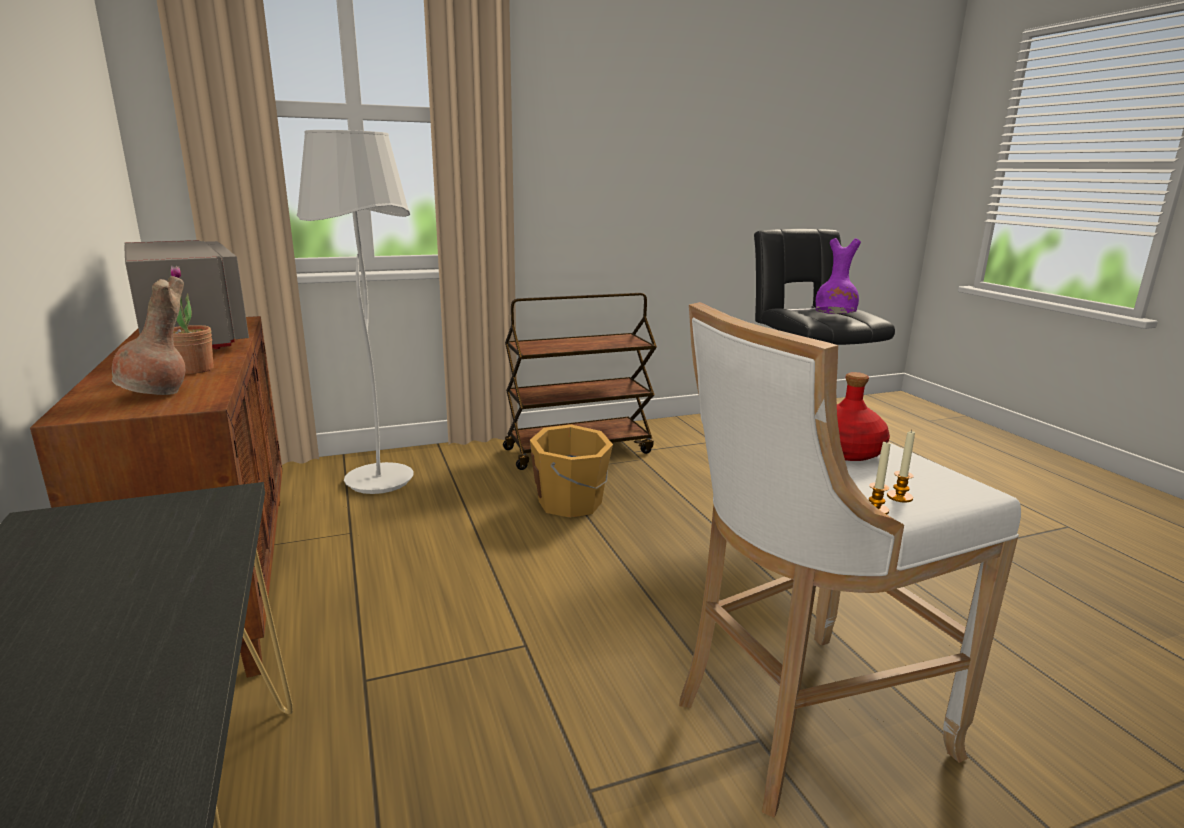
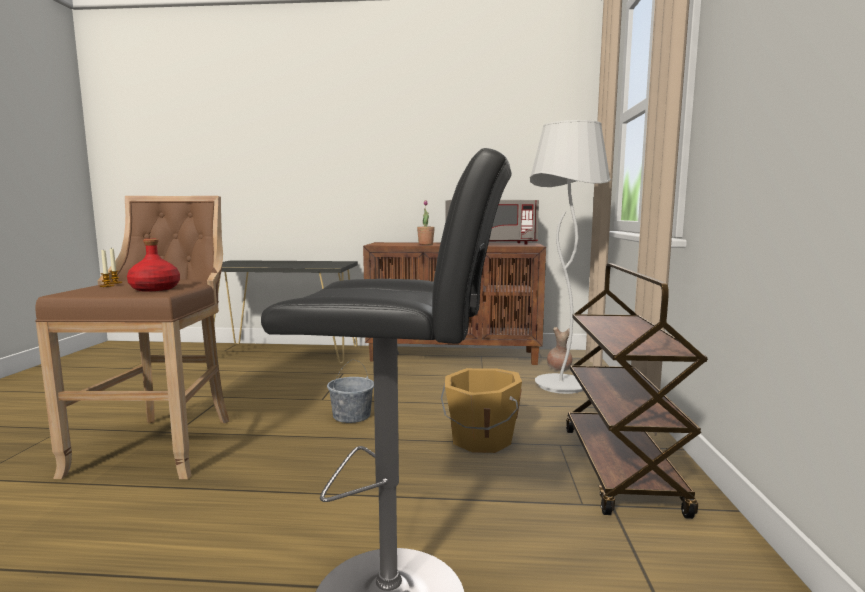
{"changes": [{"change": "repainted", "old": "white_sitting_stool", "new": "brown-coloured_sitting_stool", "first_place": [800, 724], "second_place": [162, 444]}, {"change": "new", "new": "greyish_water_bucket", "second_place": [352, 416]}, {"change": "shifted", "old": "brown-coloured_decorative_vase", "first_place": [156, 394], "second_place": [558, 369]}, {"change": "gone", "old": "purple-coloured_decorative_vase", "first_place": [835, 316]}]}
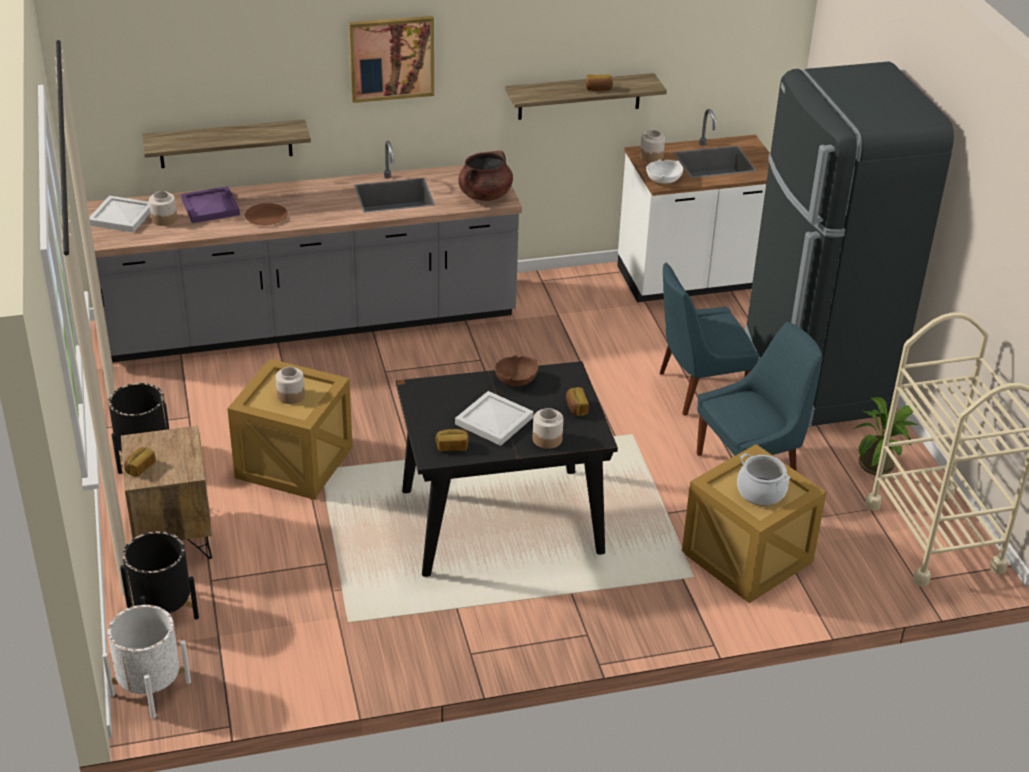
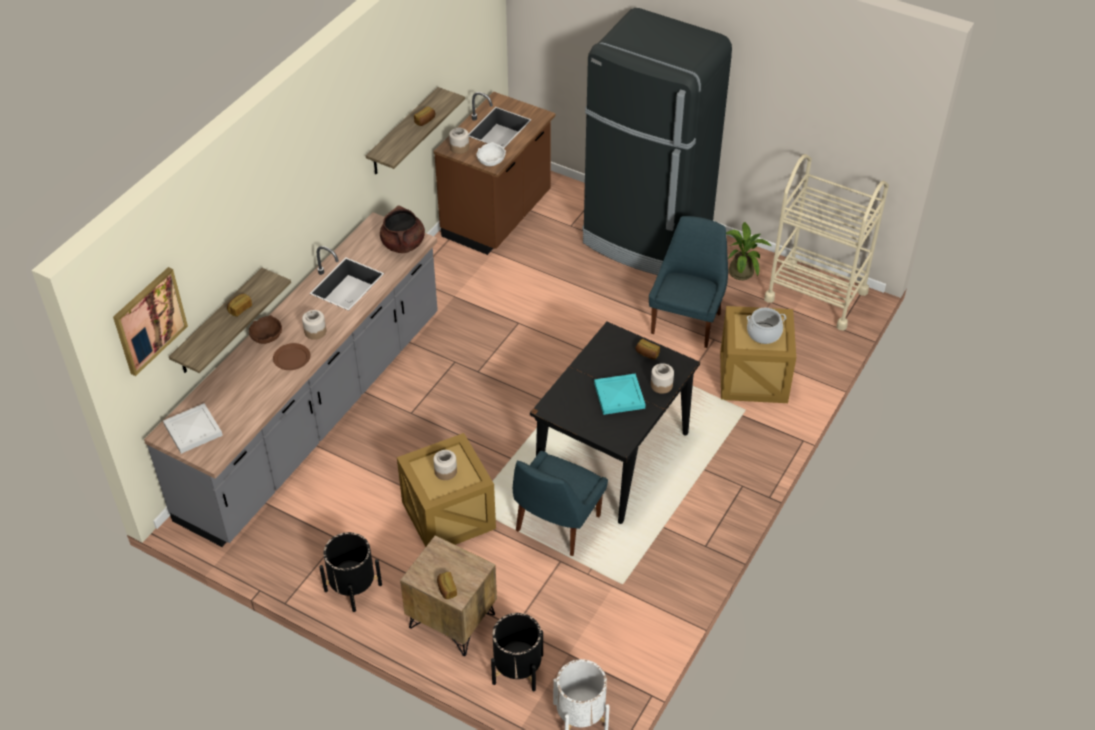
{"changes": [{"change": "shifted", "old": "wall_art", "first_place": [391, 58], "second_place": [149, 320]}, {"change": "shifted", "old": "bakery_bread", "first_place": [452, 446], "second_place": [240, 309]}, {"change": "shifted", "old": "brown-coloured_deep_dish", "first_place": [515, 380], "second_place": [266, 337]}, {"change": "shifted", "old": "jar", "first_place": [164, 219], "second_place": [315, 331]}, {"change": "repainted", "old": "white_kitchen_base_unit", "new": "brown-coloured_kitchen_base_unit", "first_place": [692, 281], "second_place": [498, 217]}, {"change": "shifted", "old": "blue-coloured_chair", "first_place": [698, 390], "second_place": [556, 525]}, {"change": "repainted", "old": "white_serving_tray", "new": "blue-green_serving_tray", "first_place": [495, 420], "second_place": [619, 395]}, {"change": "gone", "old": "purple-coloured_serving_tray", "first_place": [209, 207]}]}
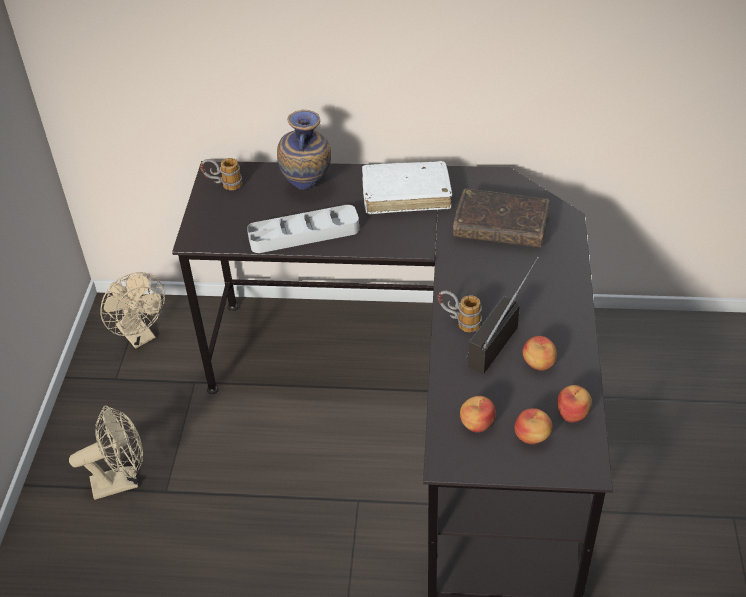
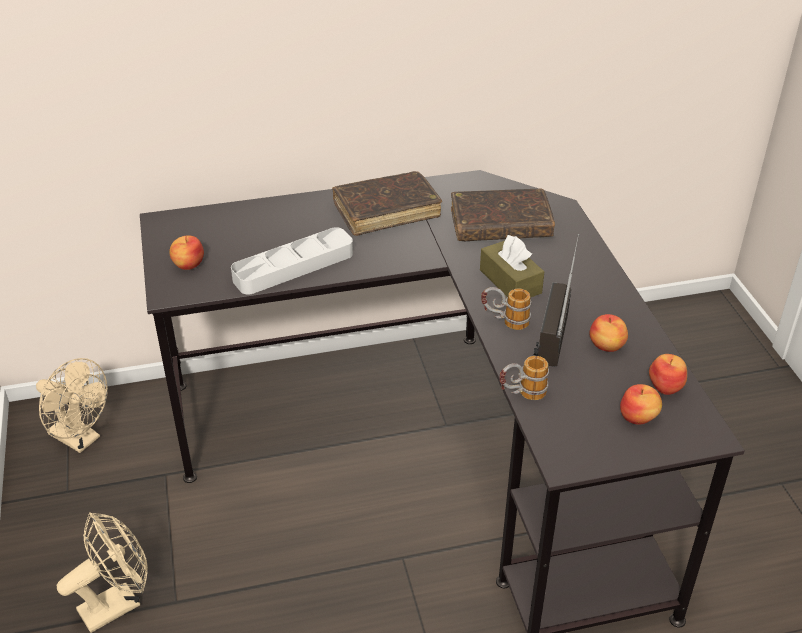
{"changes": [{"change": "shifted", "old": "apple", "first_place": [477, 423], "second_place": [188, 264]}, {"change": "repainted", "old": "white_bound_book", "new": "brown-coloured_bound_book", "first_place": [406, 195], "second_place": [386, 211]}, {"change": "new", "new": "brown-coloured_box_of_tissues", "second_place": [510, 281]}, {"change": "shifted", "old": "mug", "first_place": [223, 185], "second_place": [521, 395]}, {"change": "gone", "old": "decorative_vase", "first_place": [308, 188]}]}
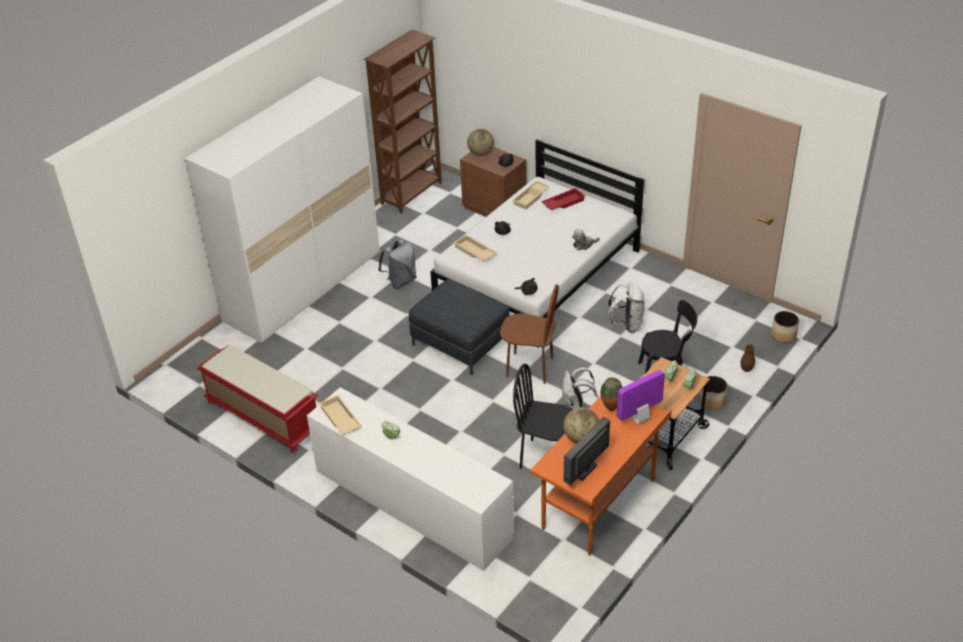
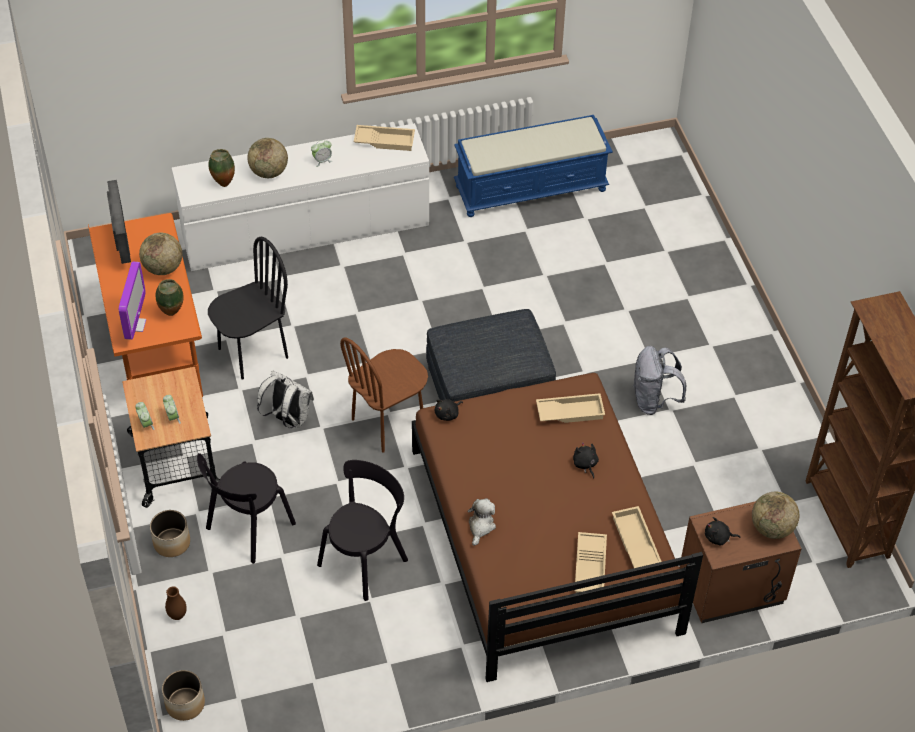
{"changes": [{"change": "new", "new": "decorative_vase", "second_place": [223, 184]}, {"change": "new", "new": "desk_globe", "second_place": [269, 172]}, {"change": "swapped", "old": "white_backpack", "new": "black-coloured_chair", "first_place": [626, 324], "second_place": [365, 559]}, {"change": "repainted", "old": "white_bed", "new": "brown-coloured_bed", "first_place": [538, 274], "second_place": [543, 539]}, {"change": "repainted", "old": "red-coloured_long_seat", "new": "blue-coloured_long_seat", "first_place": [262, 415], "second_place": [531, 187]}, {"change": "repainted", "old": "red-coloured_serving_tray", "new": "beige-coloured_serving_tray", "first_place": [563, 202], "second_place": [591, 568]}, {"change": "gone", "old": "white_wardrobe", "first_place": [303, 286]}]}
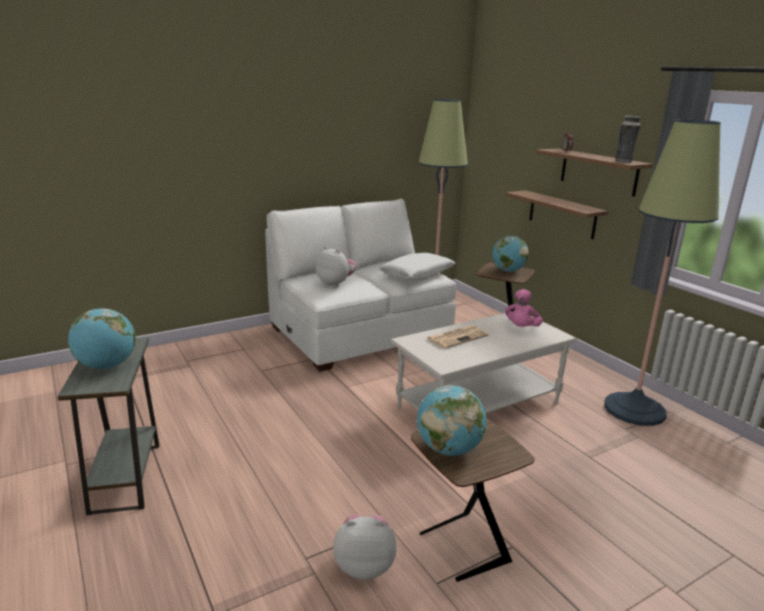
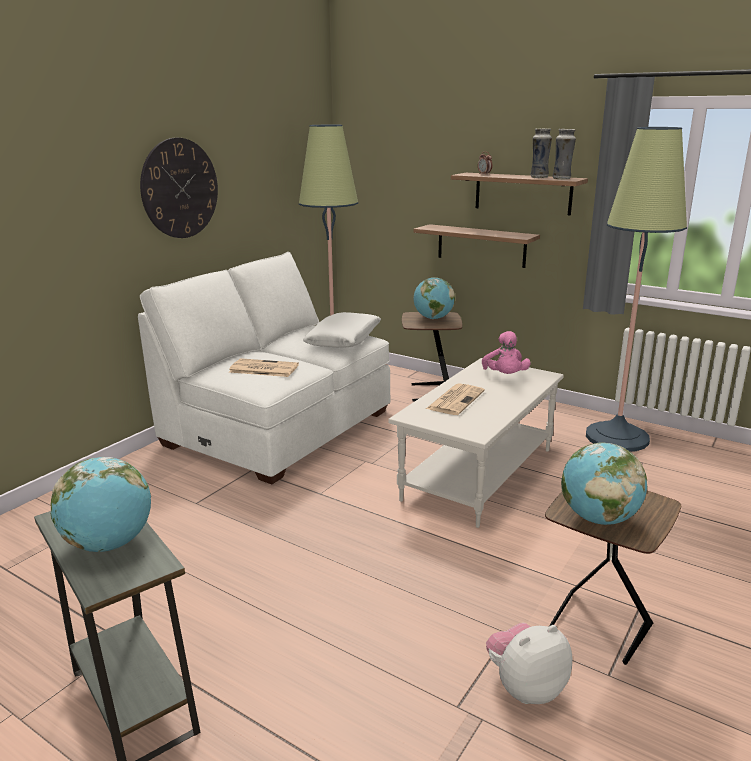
{"changes": [{"change": "new", "new": "hanging_clock", "second_place": [180, 188]}, {"change": "swapped", "old": "soft_toy", "new": "daily_paper", "first_place": [335, 284], "second_place": [262, 369]}, {"change": "new", "new": "decorative_vase", "second_place": [539, 177]}]}
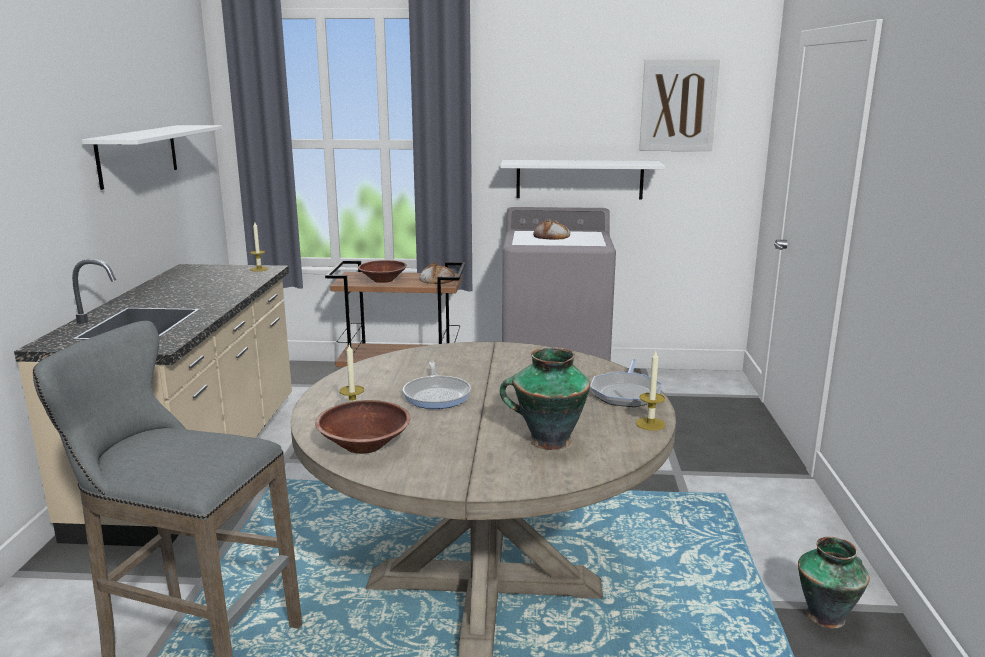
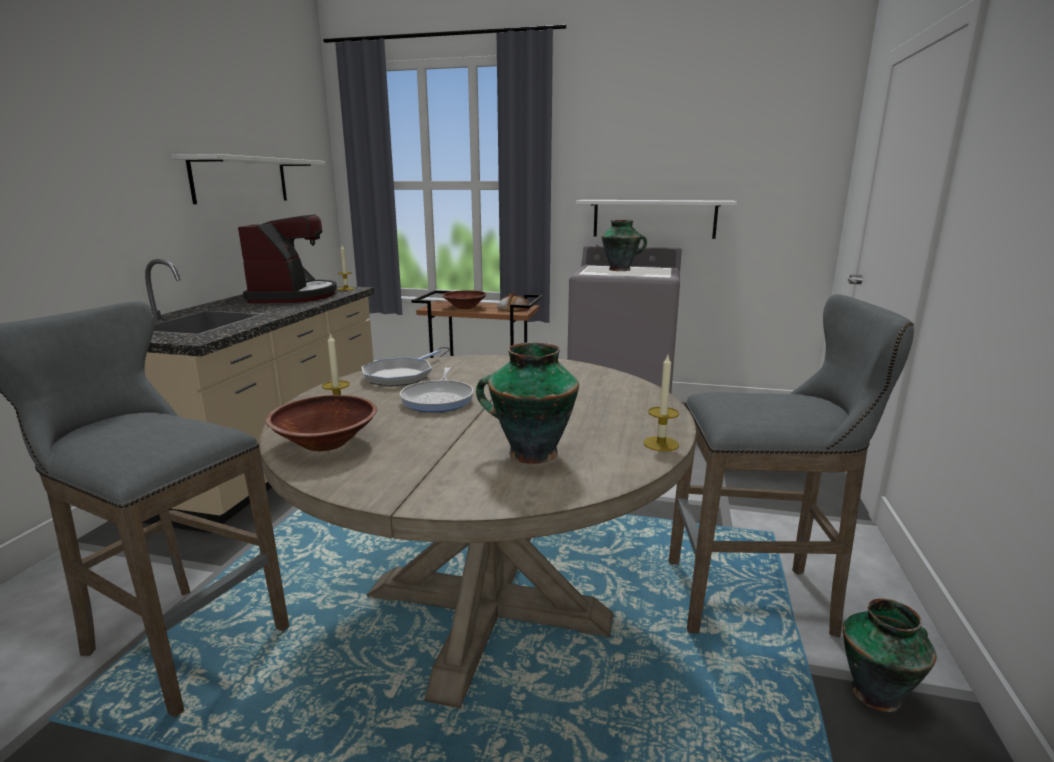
{"changes": [{"change": "new", "new": "coffee_machine", "second_place": [293, 296]}, {"change": "shifted", "old": "frying_pan", "first_place": [626, 393], "second_place": [400, 376]}, {"change": "swapped", "old": "bakery_bread", "new": "decorative_vase", "first_place": [552, 236], "second_place": [621, 270]}, {"change": "new", "new": "greyish_sitting_stool", "second_place": [757, 598]}, {"change": "gone", "old": "wall_art", "first_place": [678, 106]}]}
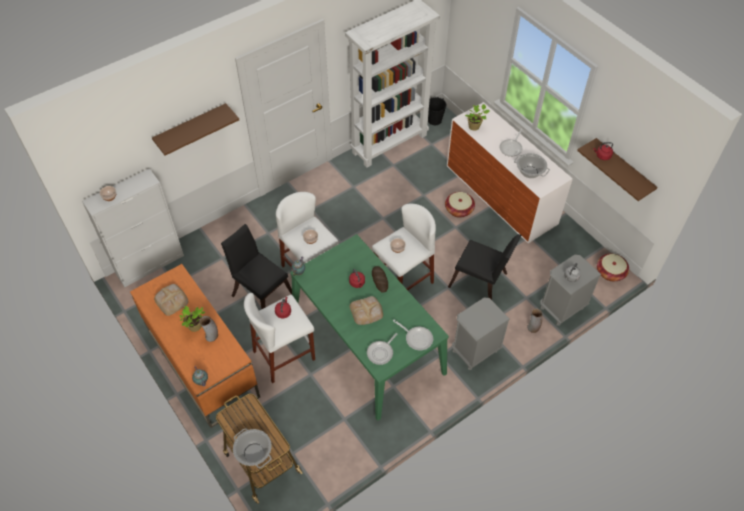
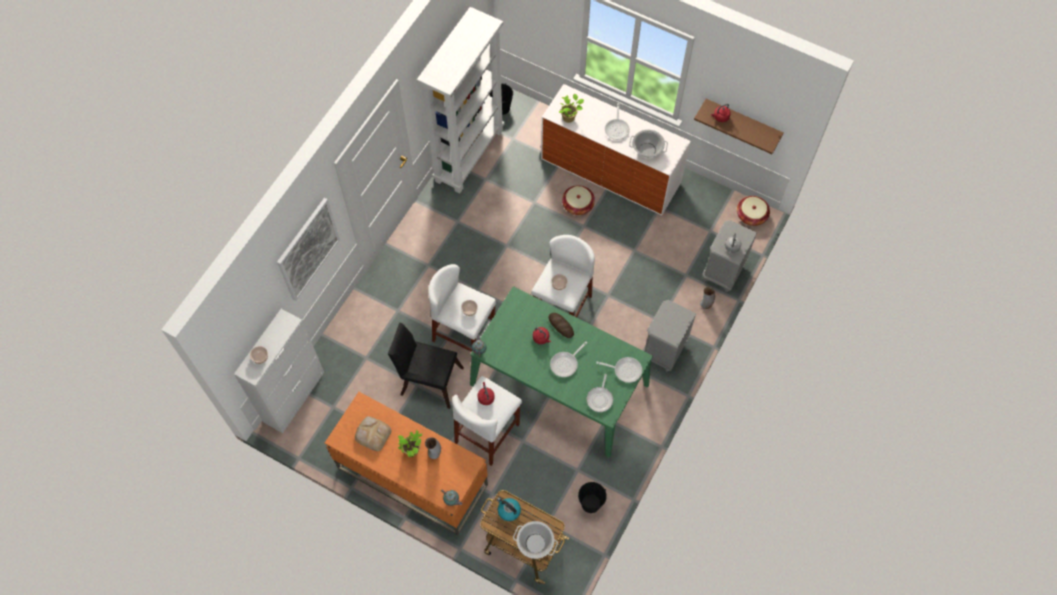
{"changes": [{"change": "swapped", "old": "brown-coloured_wall_shelf", "new": "wall_art", "first_place": [191, 128], "second_place": [308, 249]}, {"change": "new", "new": "kettle", "second_place": [508, 510]}, {"change": "swapped", "old": "bakery_bread", "new": "frying_pan", "first_place": [367, 312], "second_place": [566, 363]}, {"change": "new", "new": "black-coloured_water_bucket", "second_place": [590, 503]}, {"change": "gone", "old": "black-coloured_chair", "first_place": [481, 283]}]}
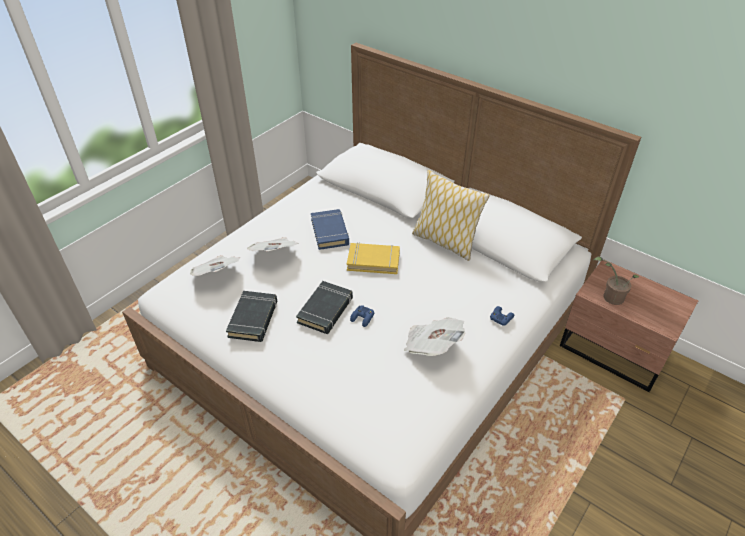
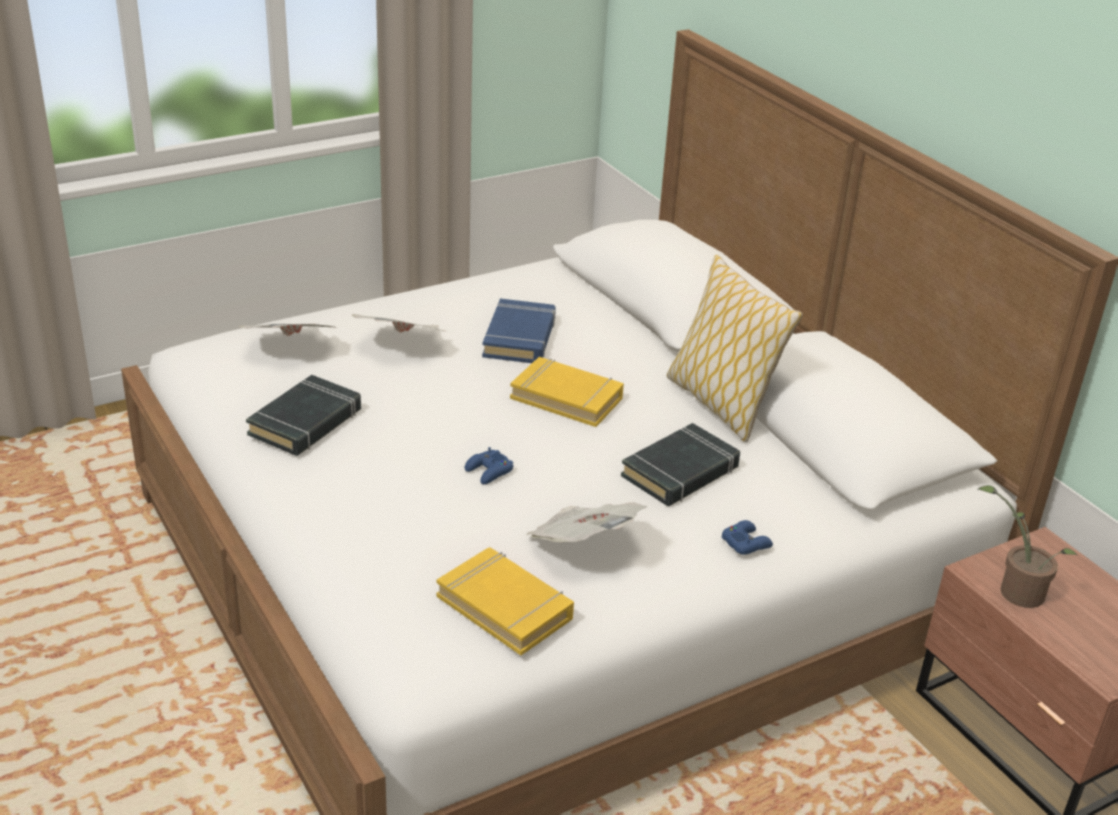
{"changes": [{"change": "new", "new": "yellow_bound_book", "second_place": [505, 607]}, {"change": "shifted", "old": "black-coloured_bound_book", "first_place": [325, 310], "second_place": [680, 472]}]}
